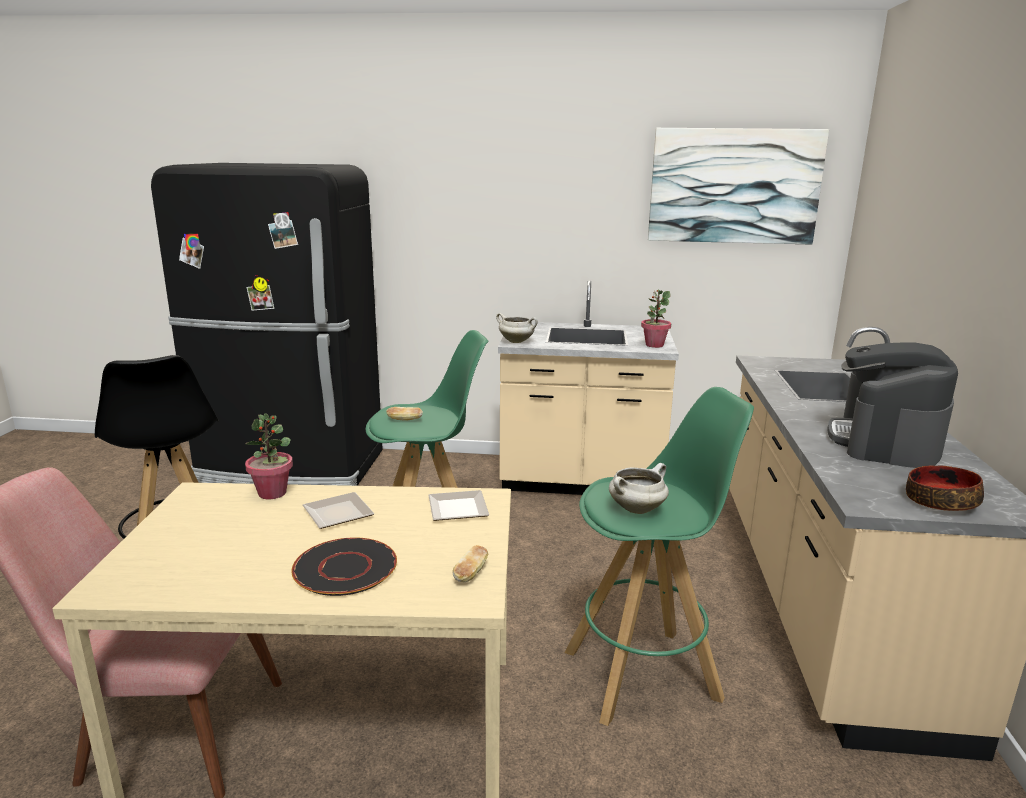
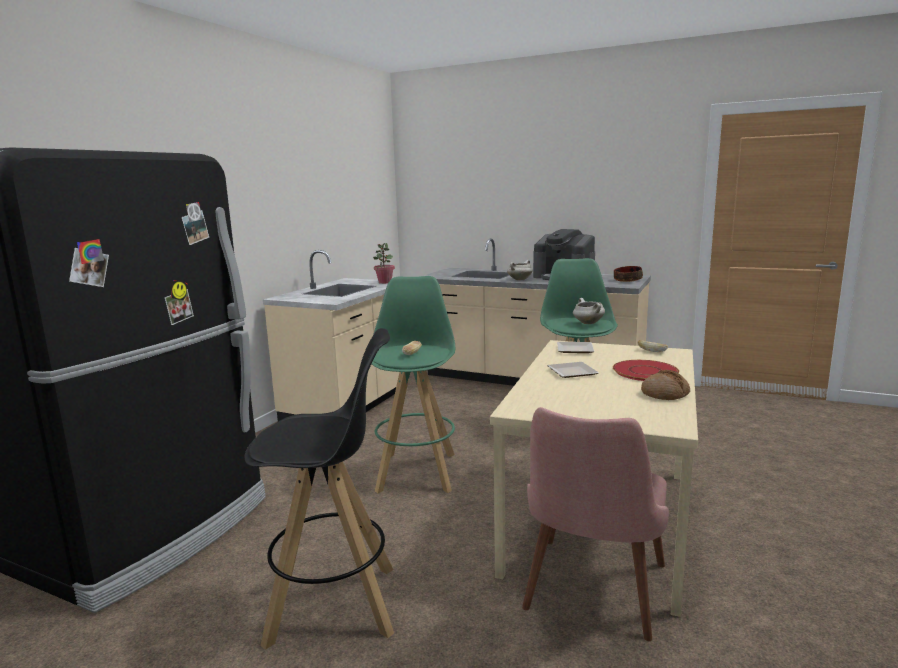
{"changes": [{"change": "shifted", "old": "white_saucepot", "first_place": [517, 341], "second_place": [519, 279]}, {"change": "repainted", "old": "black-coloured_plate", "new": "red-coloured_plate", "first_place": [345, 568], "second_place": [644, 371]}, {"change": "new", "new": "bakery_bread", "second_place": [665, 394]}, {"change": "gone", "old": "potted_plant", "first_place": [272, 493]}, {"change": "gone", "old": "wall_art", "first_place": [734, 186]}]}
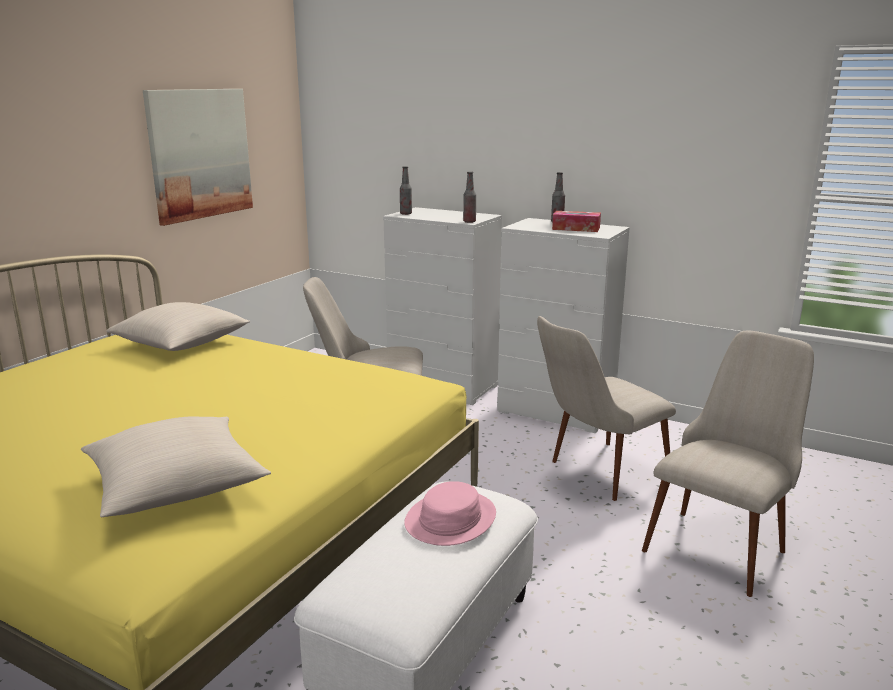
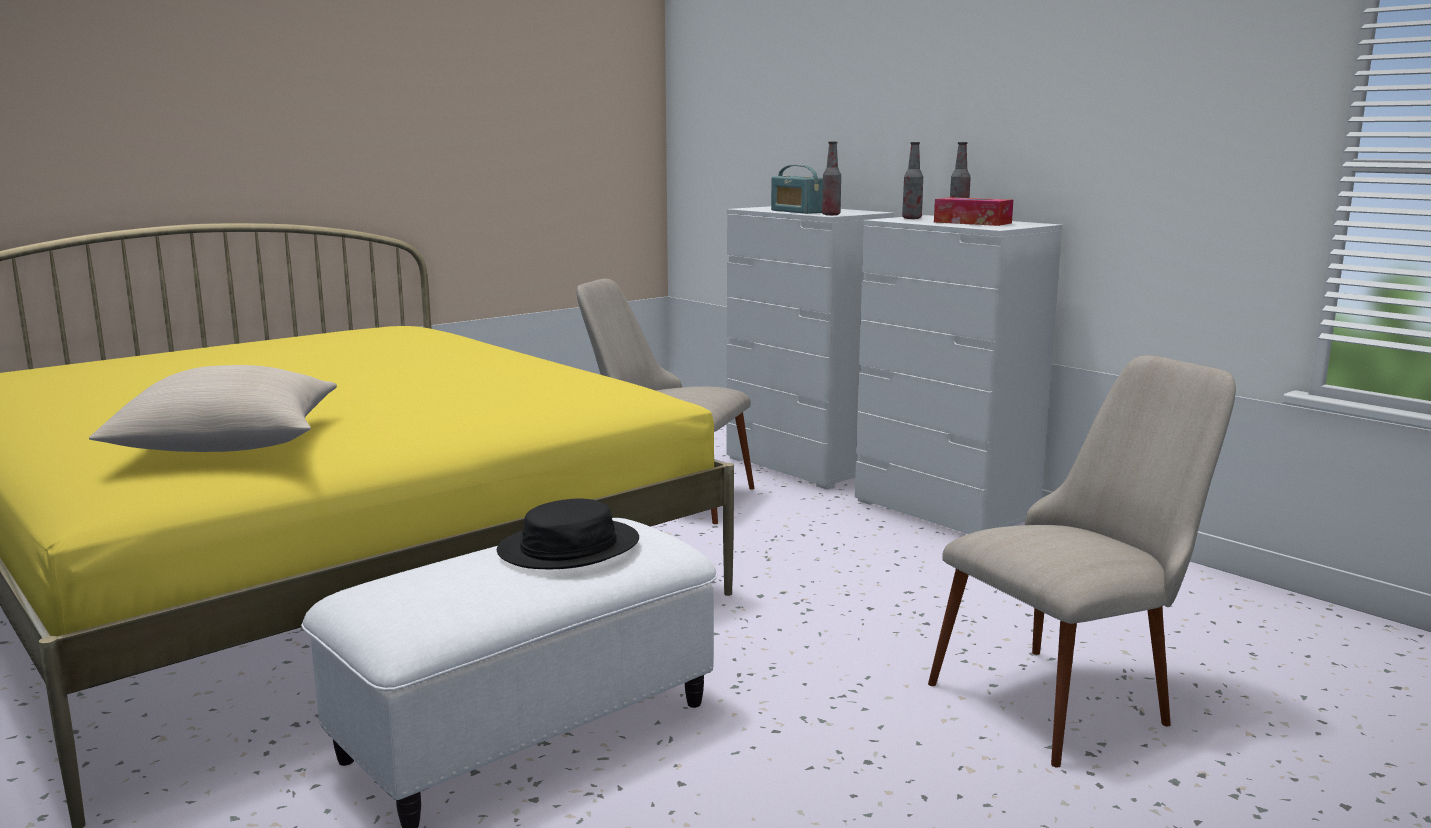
{"changes": [{"change": "repainted", "old": "pink-coloured_clothing_hat", "new": "black-coloured_clothing_hat", "first_place": [450, 519], "second_place": [568, 547]}, {"change": "new", "new": "radio_set", "second_place": [796, 211]}, {"change": "shifted", "old": "bottle", "first_place": [406, 214], "second_place": [911, 218]}, {"change": "gone", "old": "beige-coloured_cushion", "first_place": [181, 344]}, {"change": "gone", "old": "wall_art", "first_place": [200, 154]}, {"change": "gone", "old": "beige-coloured_chair", "first_place": [596, 475]}]}
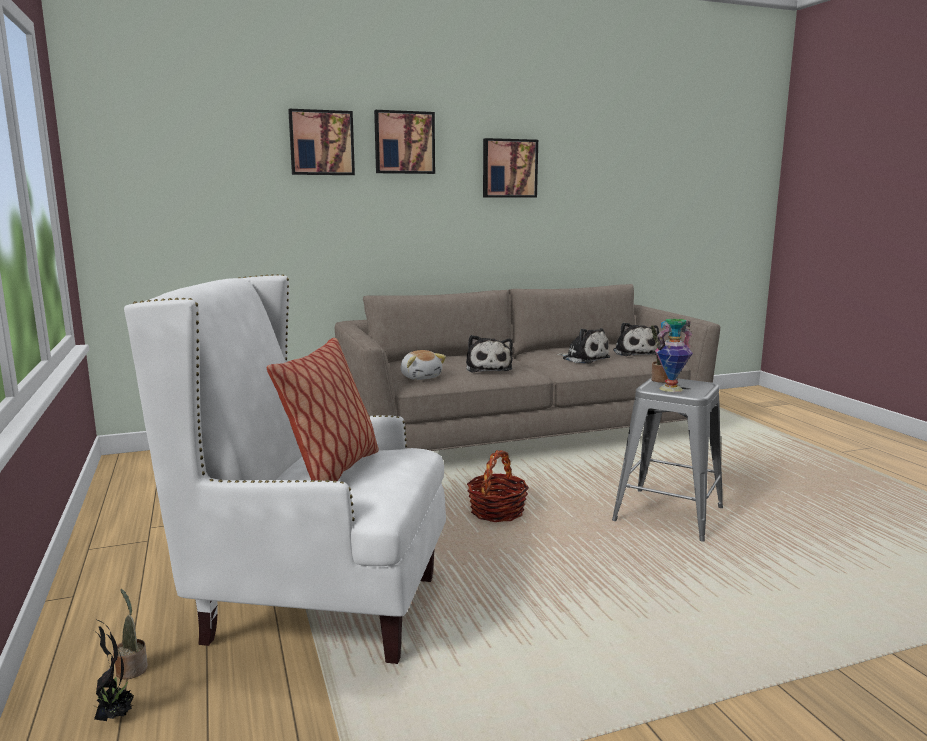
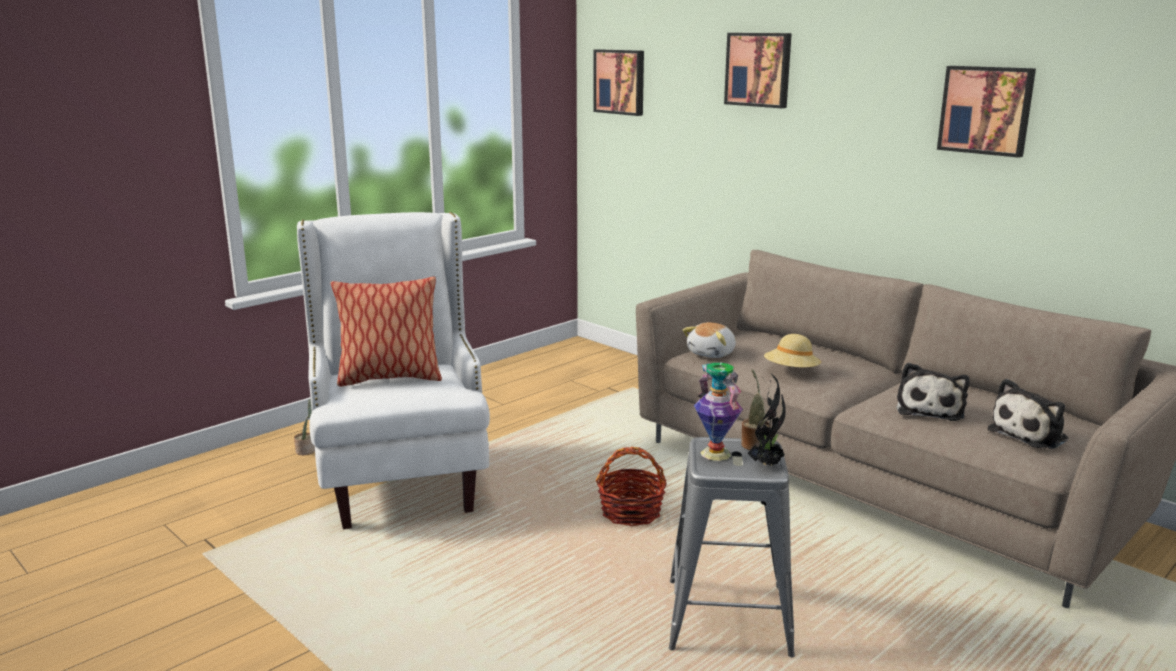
{"changes": [{"change": "shifted", "old": "wall_art", "first_place": [404, 142], "second_place": [620, 82]}, {"change": "shifted", "old": "potted_plant", "first_place": [115, 716], "second_place": [767, 464]}, {"change": "swapped", "old": "soft_toy", "new": "beige-coloured_clothing_hat", "first_place": [488, 368], "second_place": [791, 372]}]}
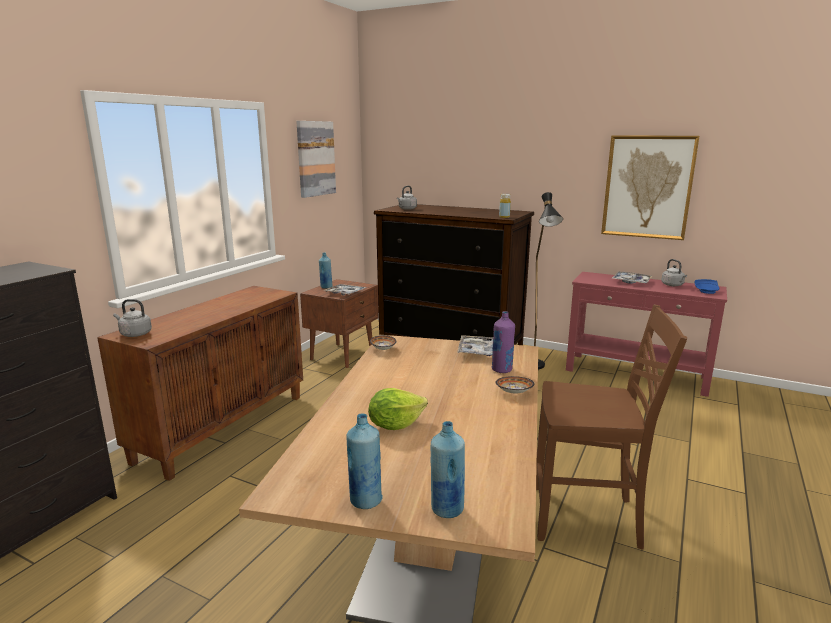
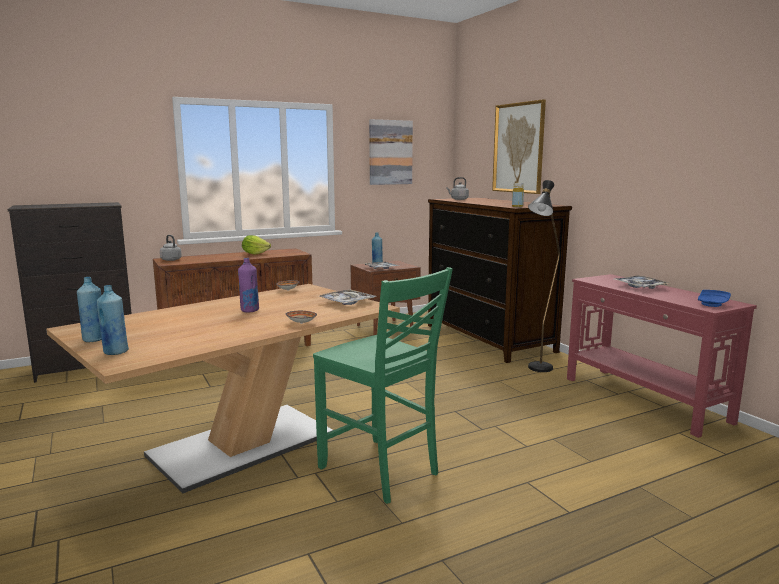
{"changes": [{"change": "shifted", "old": "purple-coloured_bottle", "first_place": [502, 370], "second_place": [249, 310]}, {"change": "shifted", "old": "lettuce_head", "first_place": [395, 425], "second_place": [255, 253]}, {"change": "repainted", "old": "brown-coloured_chair", "new": "green-coloured_chair", "first_place": [587, 518], "second_place": [380, 471]}, {"change": "shifted", "old": "wall_art", "first_place": [647, 187], "second_place": [518, 148]}, {"change": "gone", "old": "greyish_kettle", "first_place": [673, 285]}]}
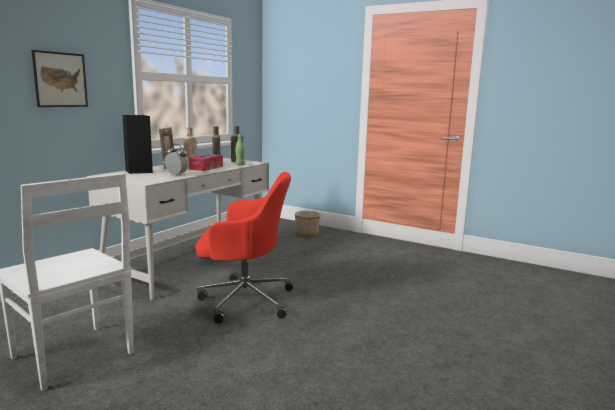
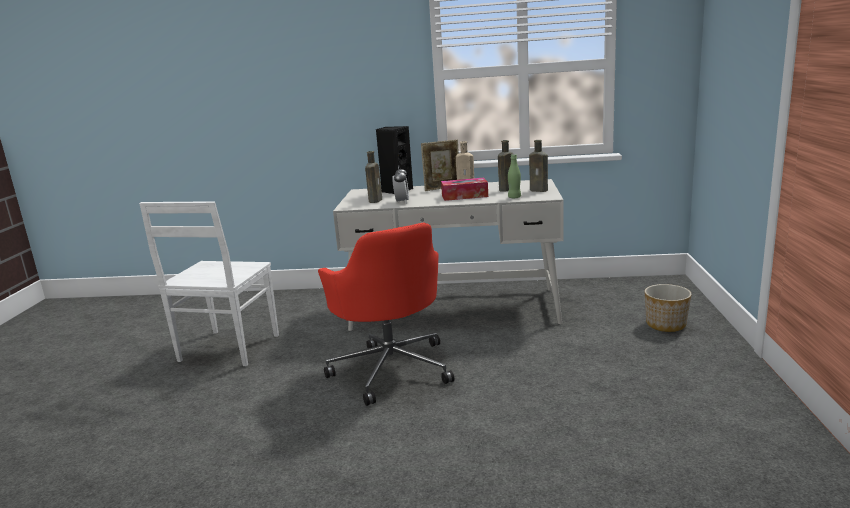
{"changes": [{"change": "new", "new": "brown-coloured_bottle", "second_place": [375, 200]}, {"change": "gone", "old": "wall_art", "first_place": [60, 79]}]}
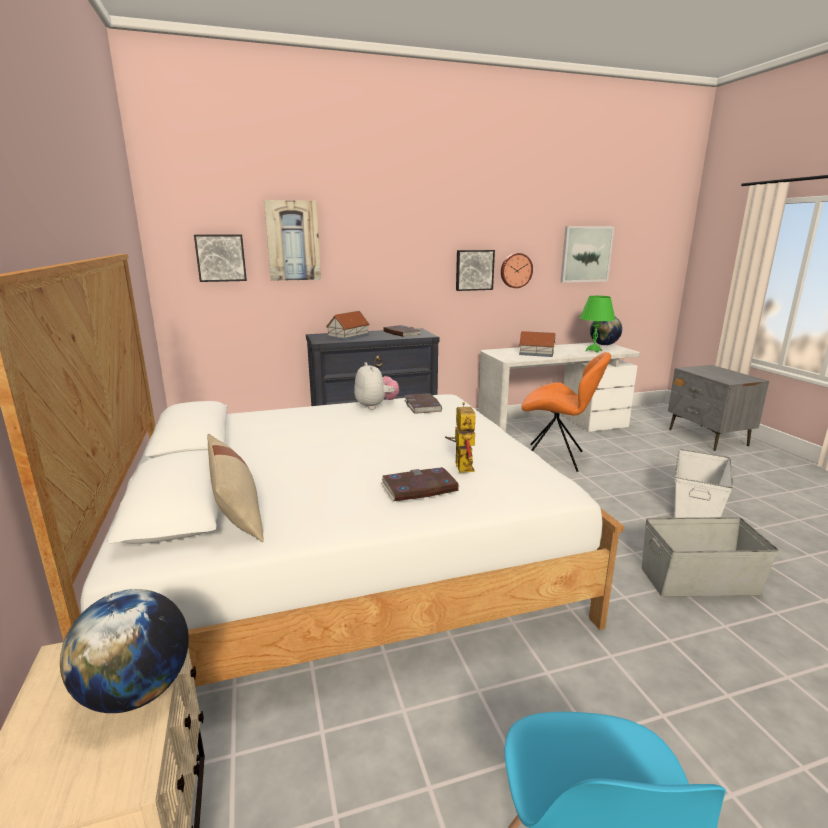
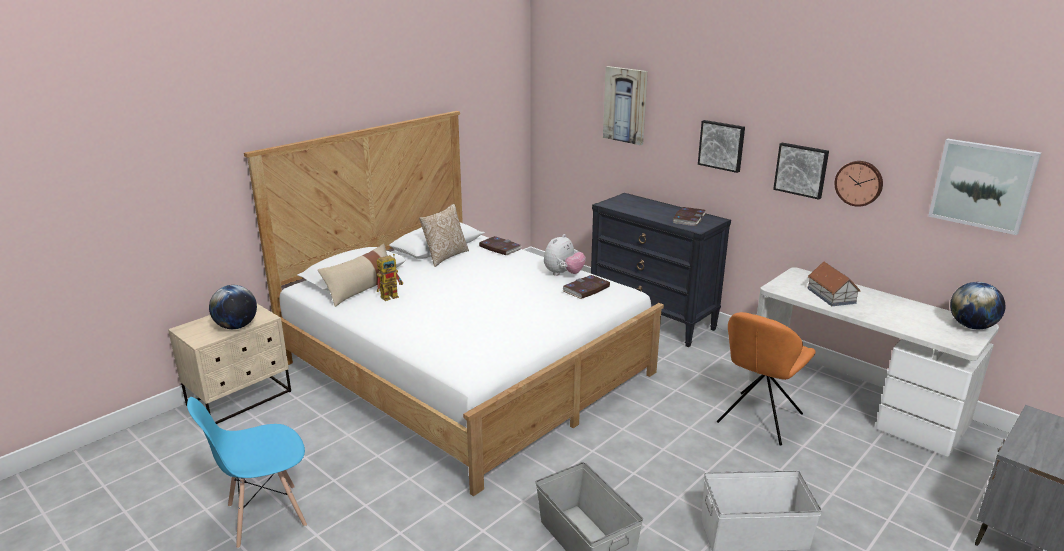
{"changes": [{"change": "shifted", "old": "model_robot", "first_place": [460, 465], "second_place": [392, 295]}, {"change": "new", "new": "cushion", "second_place": [445, 257]}, {"change": "shifted", "old": "bound_book", "first_place": [419, 488], "second_place": [499, 248]}, {"change": "shifted", "old": "wall_art", "first_place": [221, 258], "second_place": [722, 145]}, {"change": "rotated", "old": "orange_chair", "first_place": [555, 458], "second_place": [758, 420], "degrees": 45}, {"change": "gone", "old": "toy_house", "first_place": [348, 337]}, {"change": "gone", "old": "green-coloured_lamp_for_a_table", "first_place": [593, 351]}]}
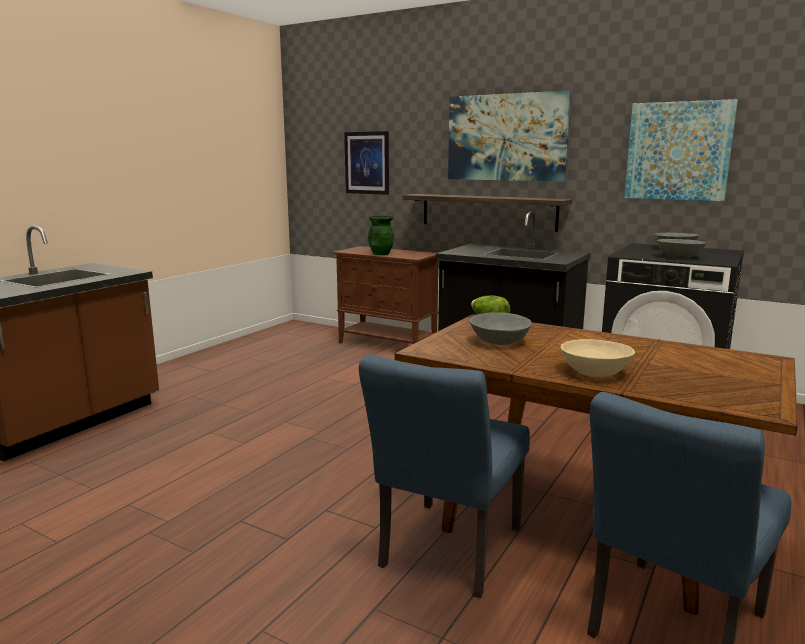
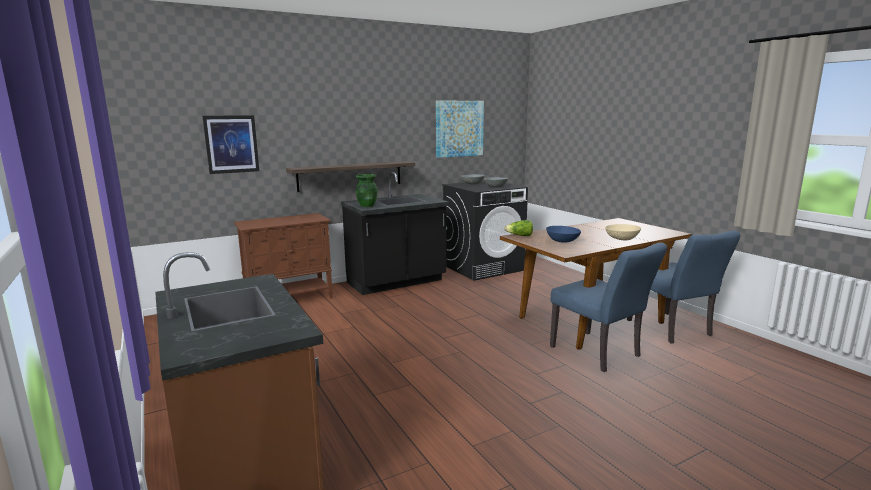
{"changes": [{"change": "shifted", "old": "green-coloured_decorative_vase", "first_place": [381, 254], "second_place": [367, 205]}, {"change": "repainted", "old": "greyish_deep_dish", "new": "blue-coloured_deep_dish", "first_place": [499, 342], "second_place": [562, 241]}, {"change": "gone", "old": "wall_art", "first_place": [506, 137]}]}
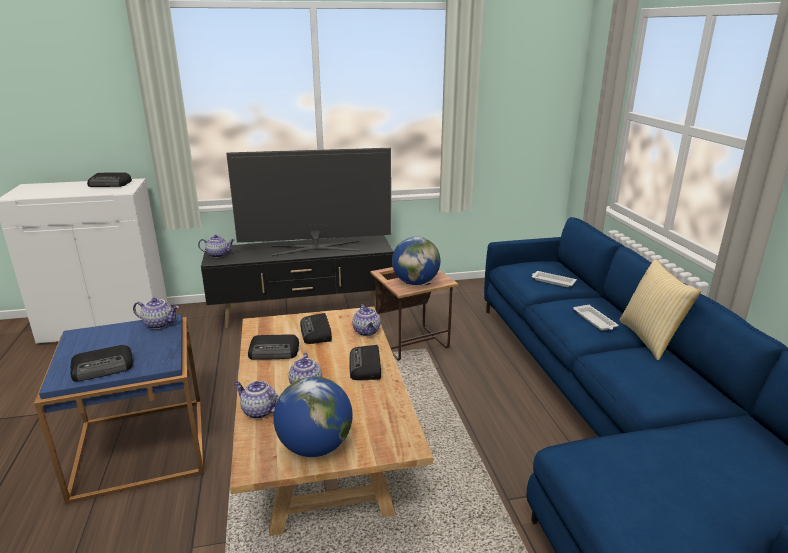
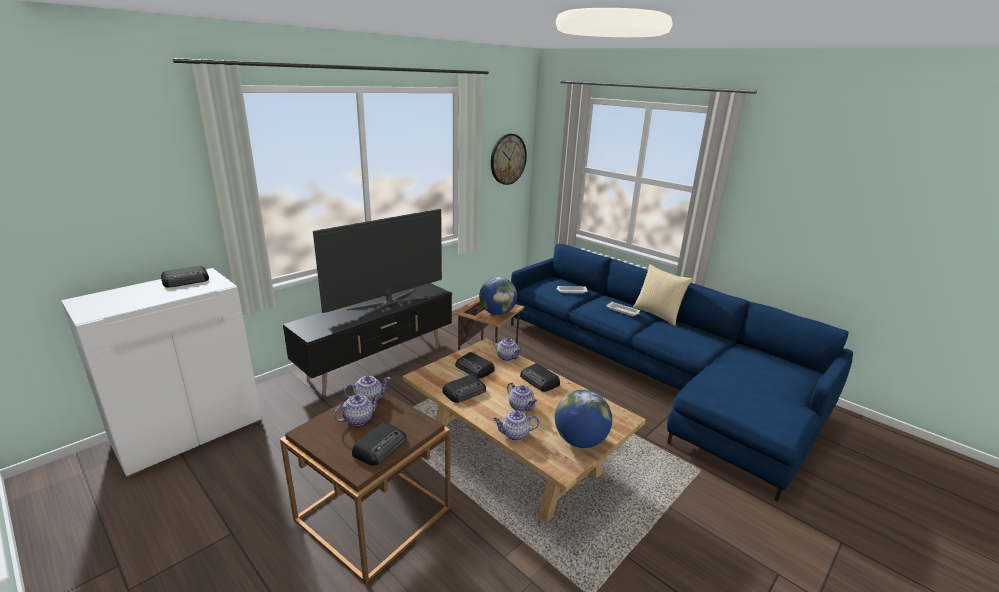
{"changes": [{"change": "repainted", "old": "blue-coloured_end_table", "new": "brown-coloured_end_table", "first_place": [141, 447], "second_place": [373, 514]}, {"change": "shifted", "old": "teapot", "first_place": [218, 255], "second_place": [359, 419]}, {"change": "new", "new": "hanging_clock", "second_place": [508, 159]}]}
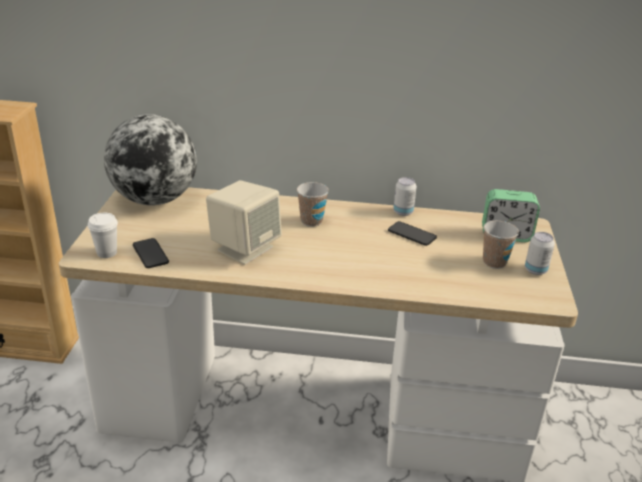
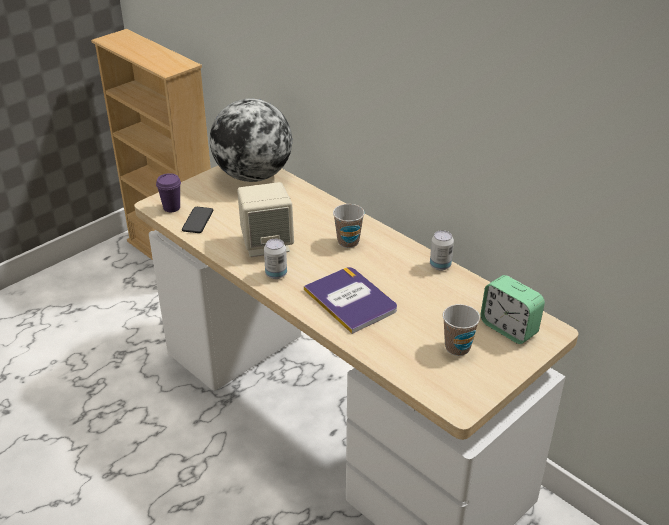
{"changes": [{"change": "repainted", "old": "white_small_cup", "new": "purple-coloured_small_cup", "first_place": [107, 253], "second_place": [171, 208]}, {"change": "shifted", "old": "sealed_can", "first_place": [535, 270], "second_place": [276, 274]}, {"change": "new", "new": "bound_book", "second_place": [351, 300]}, {"change": "gone", "old": "handset", "first_place": [412, 234]}]}
